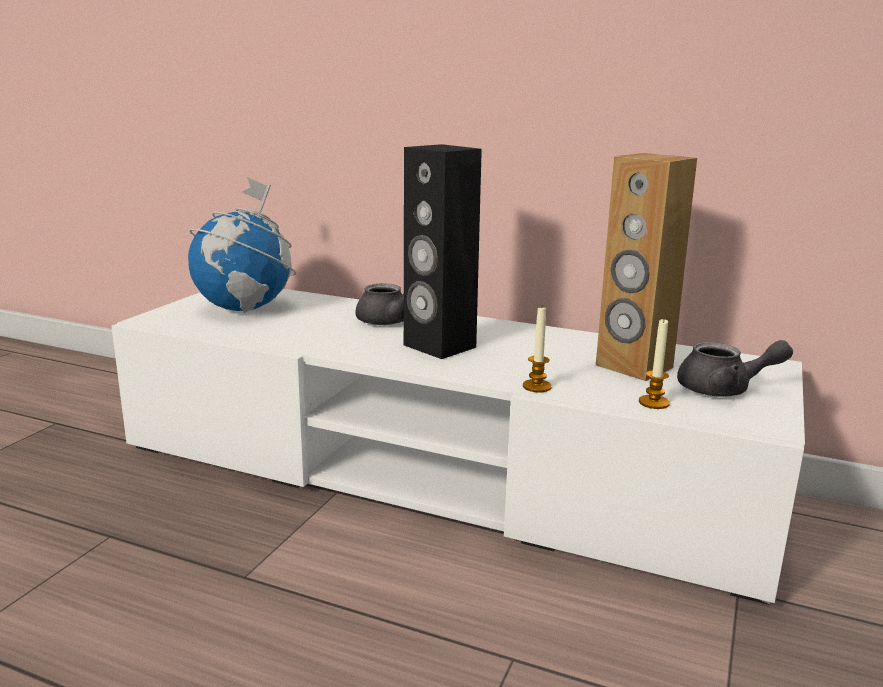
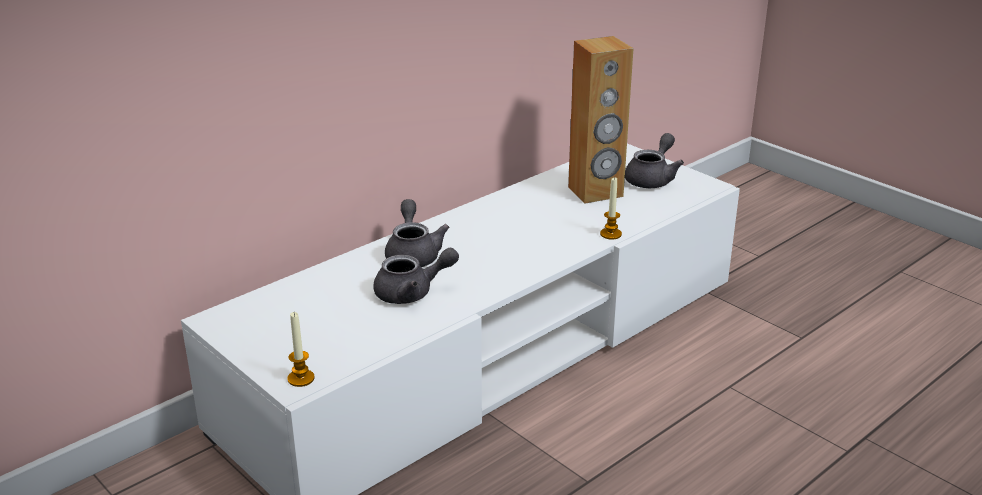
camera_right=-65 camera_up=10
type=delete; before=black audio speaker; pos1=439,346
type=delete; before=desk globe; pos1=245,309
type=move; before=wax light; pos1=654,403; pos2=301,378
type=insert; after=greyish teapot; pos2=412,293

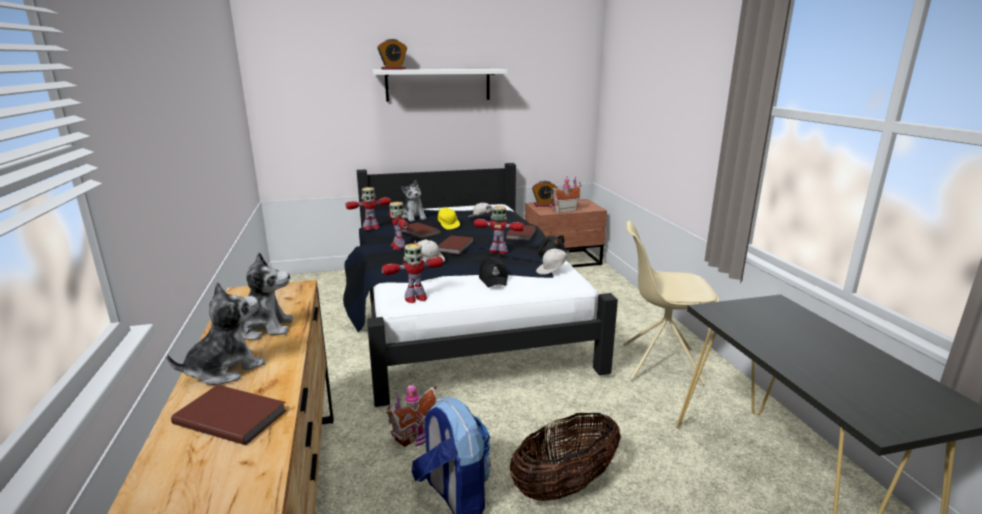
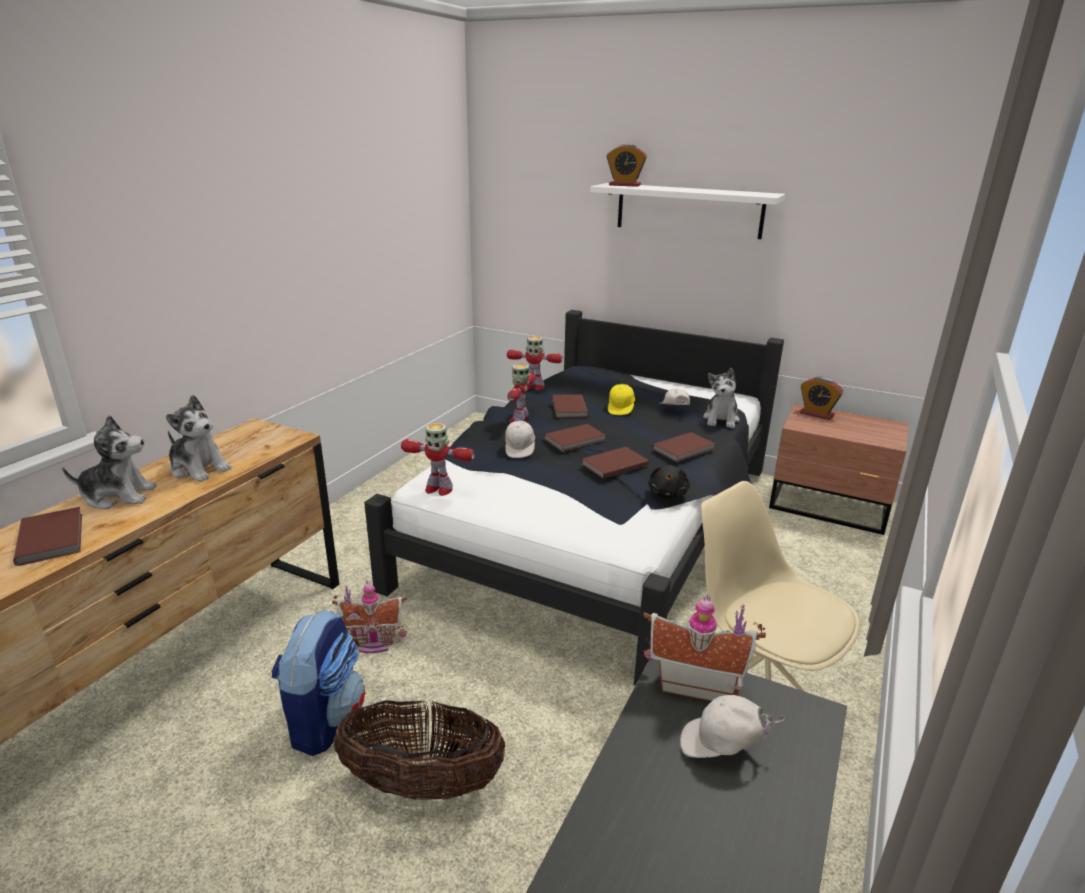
camera_right=40 camera_up=5
type=move; before=model house; pos1=564,210; pos2=694,682
type=move; before=plush toy; pos1=414,217; pos2=721,419
type=replace; before=robot figure; after=brownish volume; pos1=499,251; pos2=613,464
type=move; before=white-coloured cap; pos1=552,271; pos2=722,747
type=delete; before=black cap; pos1=493,279

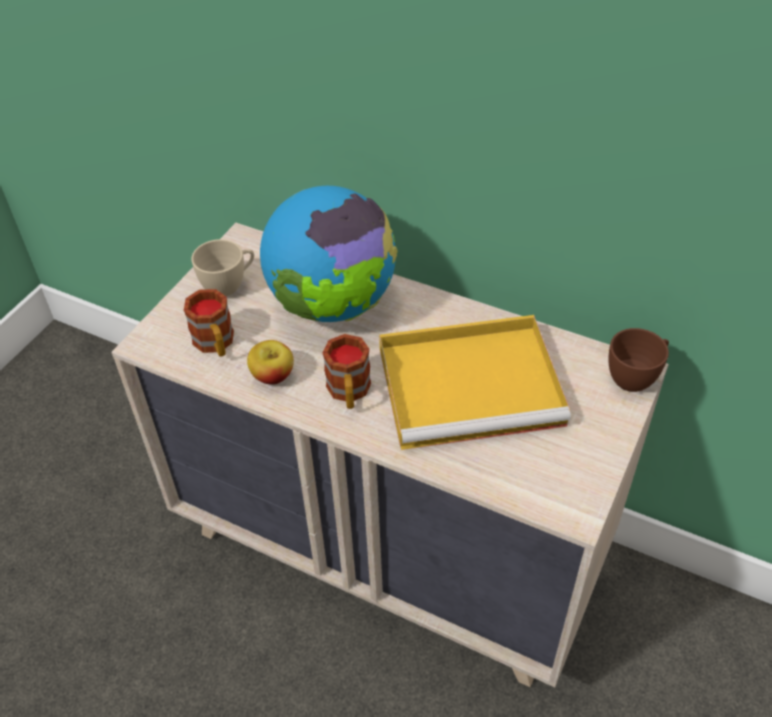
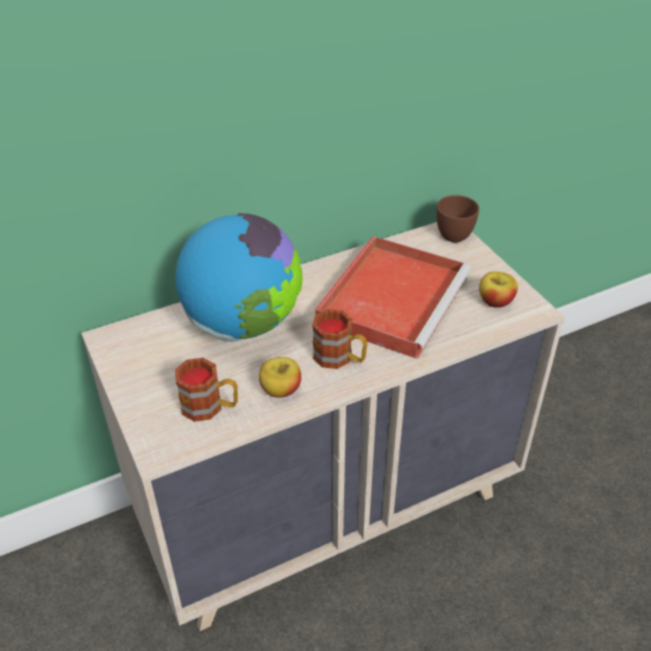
camera_right=-55 camera_up=-5
type=delete; before=sand-coloured cup; pos1=229,285
type=recolor; before=yellowish carrying tray; after=red-coloured carrying tray; pos1=473,385; pos2=393,298
type=insert; after=whole apple; pos2=495,301

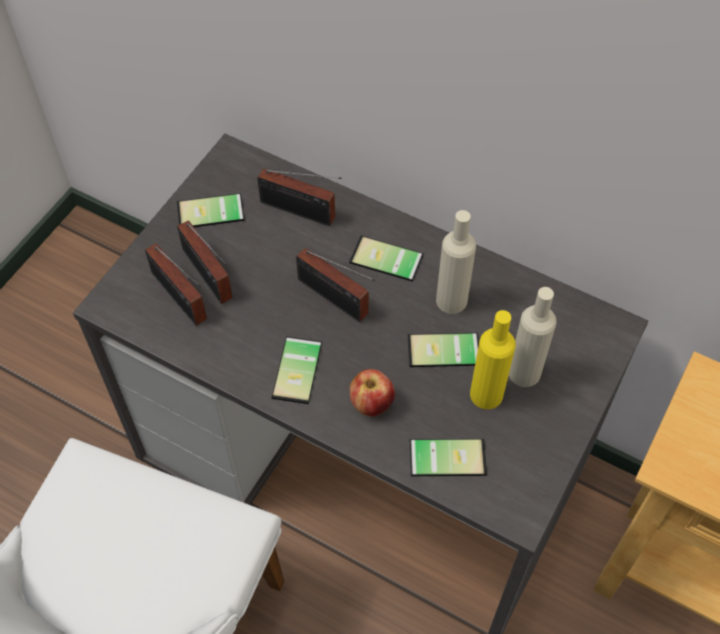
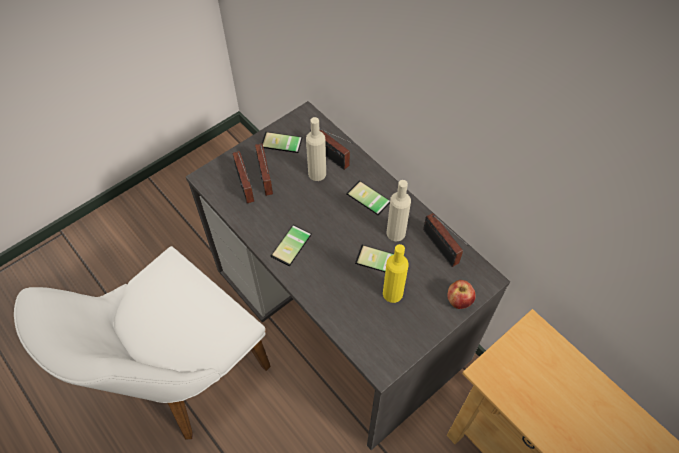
camera_right=20 camera_up=0
type=move; before=radio; pos1=336,300; pos2=442,249
type=move; before=sand-coloured beverage bottle; pos1=524,372; pos2=317,173
type=move; before=whole apple; pos1=371,404; pos2=459,301
type=delete; before=phone; pos1=447,454

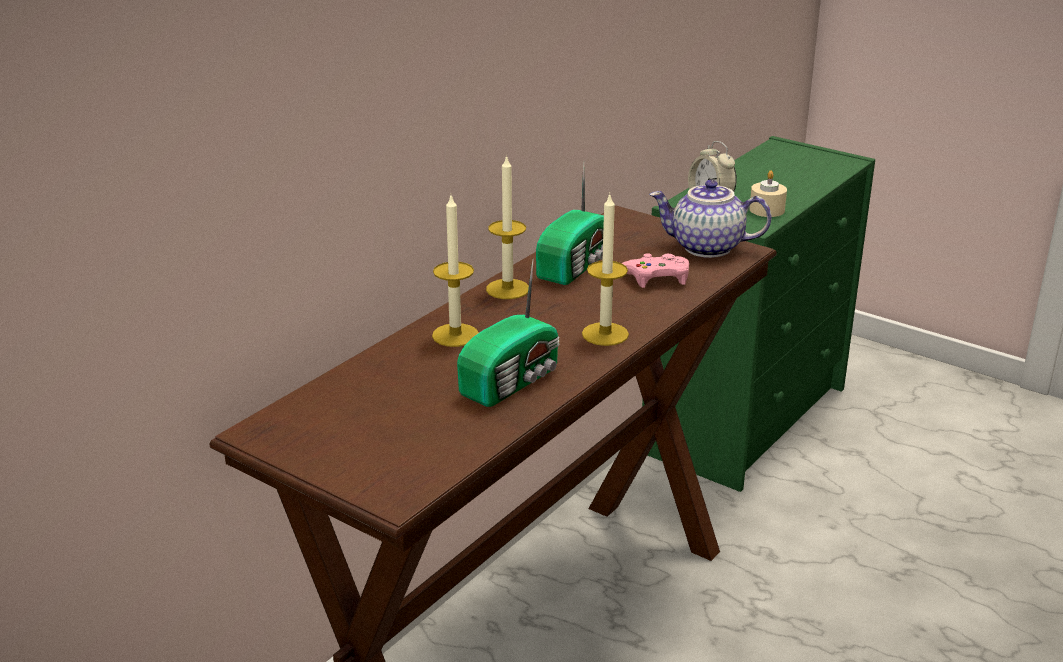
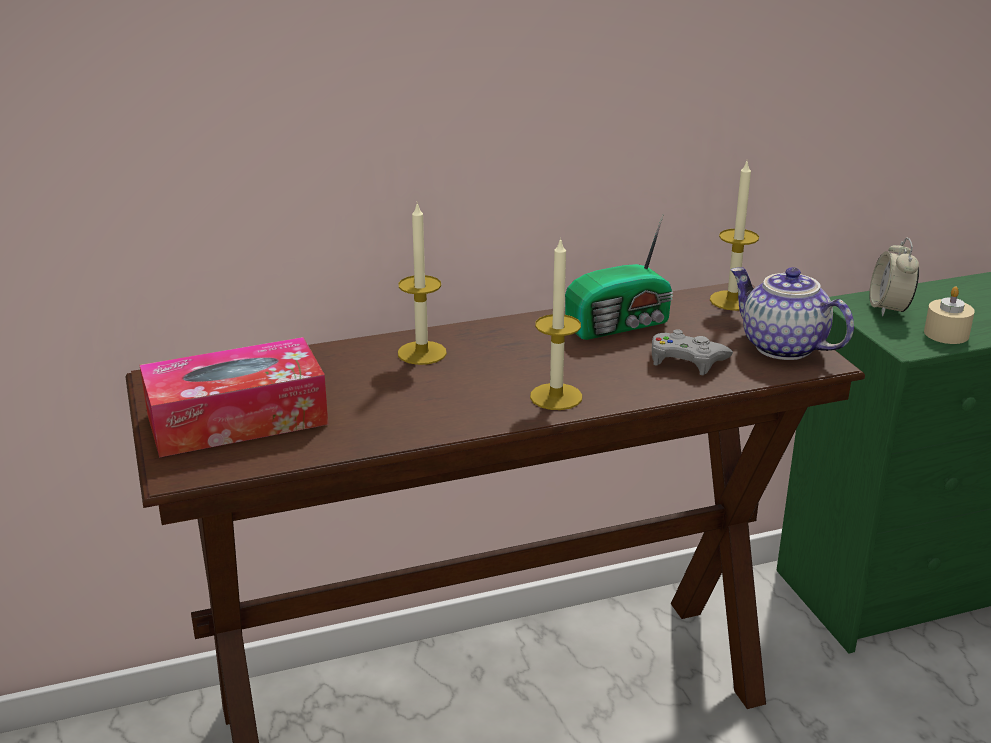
camera_right=35 camera_up=0
type=move; before=wax light; pos1=507,289; pos2=732,300
type=recolor; before=pink-coloured joypad; after=greyish joypad; pos1=657,277; pos2=686,360
type=delete; before=radio; pos1=513,381
type=insert; after=tissue box; pos2=237,419

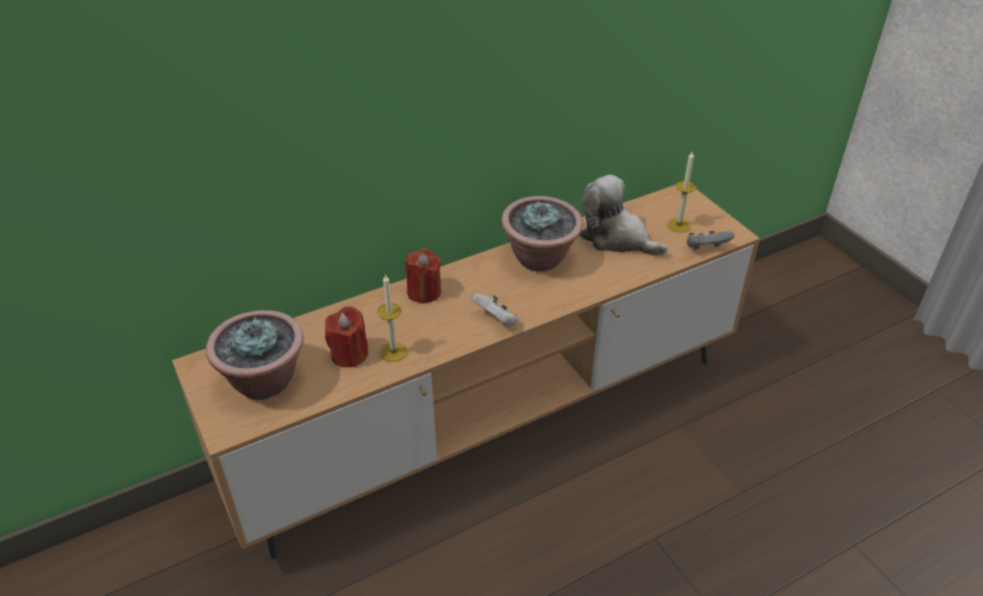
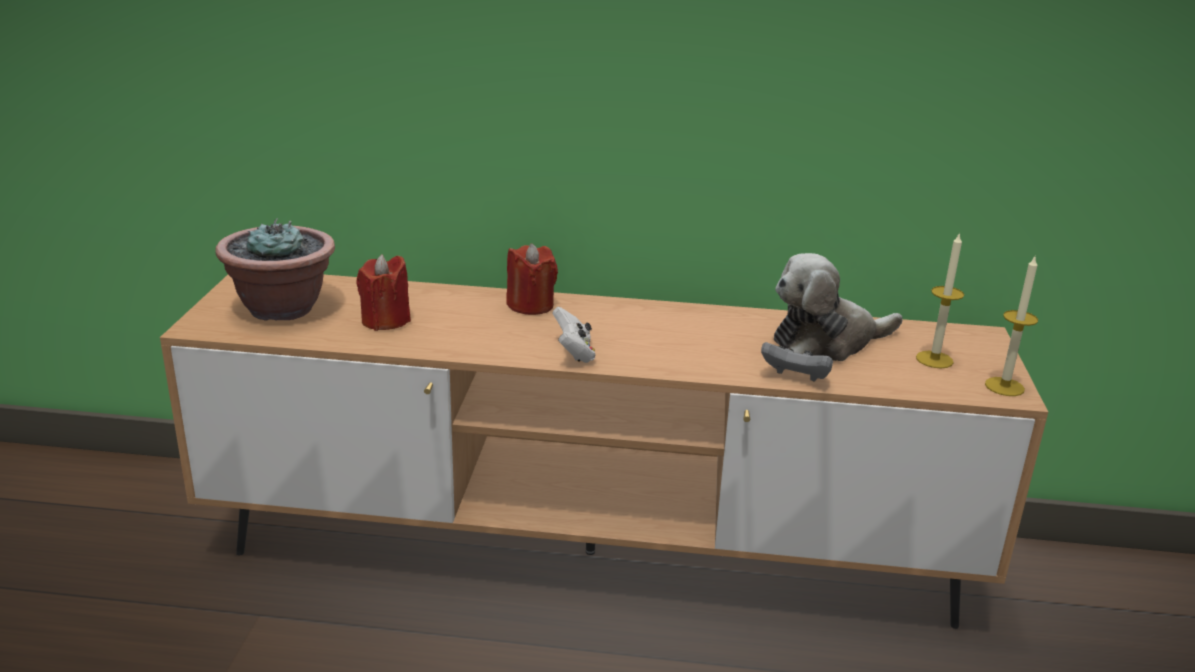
camera_right=35 camera_up=-15
type=rotate; before=plush toy; pos1=616,238; pos2=827,342; turn=-90
type=delete; before=potted plant; pos1=540,258
type=move; before=greyish joypad; pos1=706,249; pos2=795,378
type=move; before=wax light; pos1=393,352; pos2=1004,386

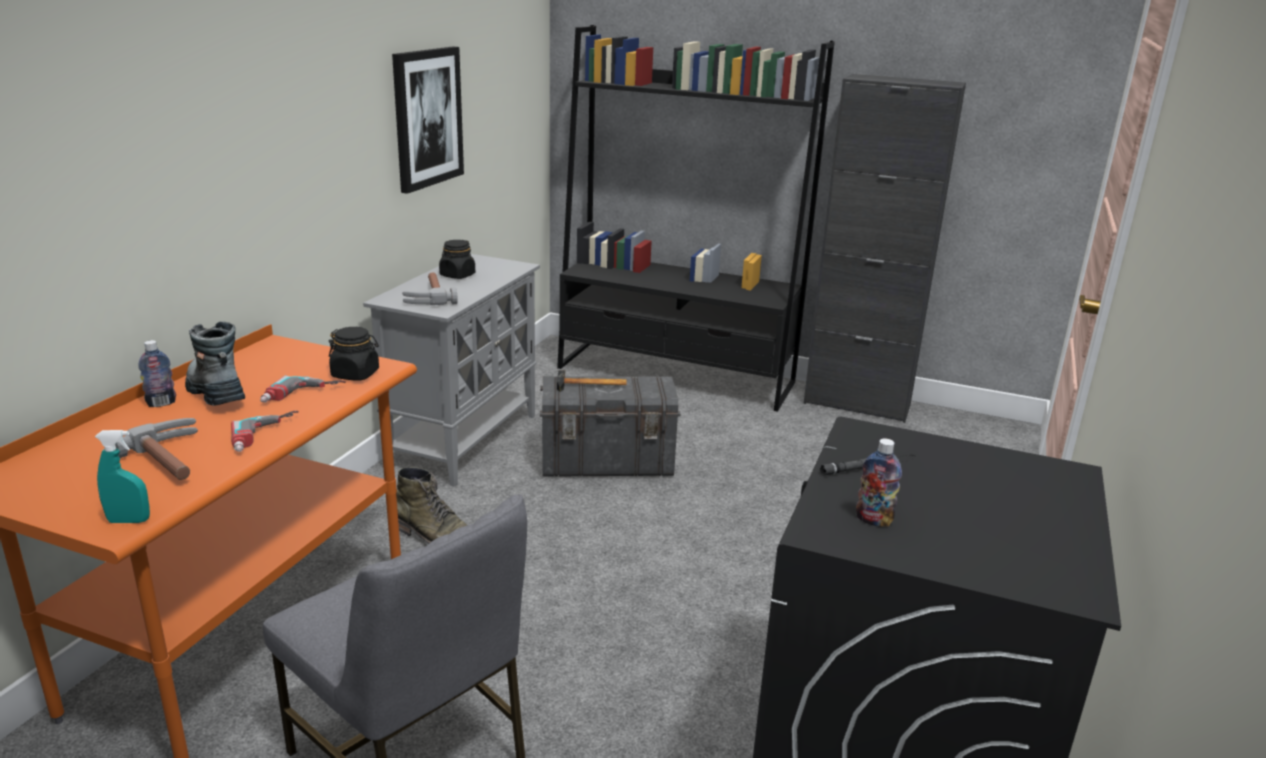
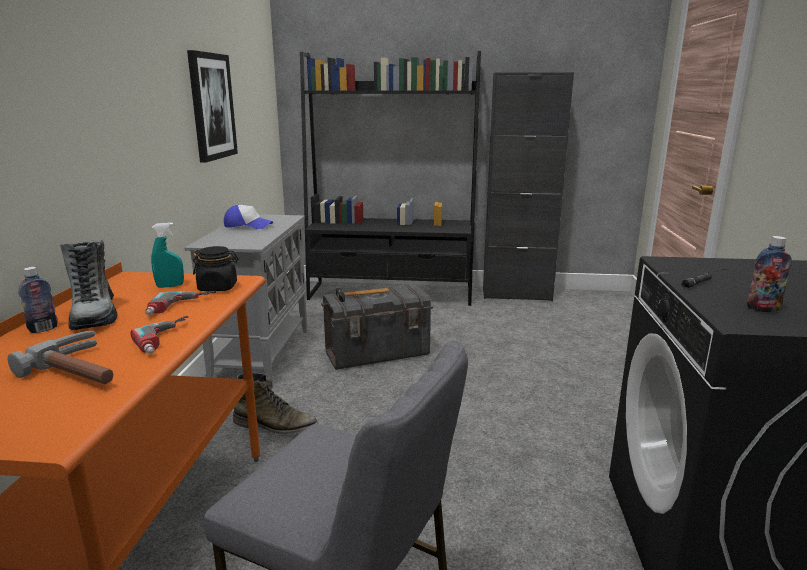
camera_right=-15 camera_up=-5
type=replace; before=black jar; after=cap; pos1=457,275; pos2=248,226
type=delete; before=hammer; pos1=427,296
type=rotate; before=tall boot; pos1=215,392; pos2=94,315; turn=-150
type=move; before=turquoise sprayer; pos1=129,521; pos2=170,286

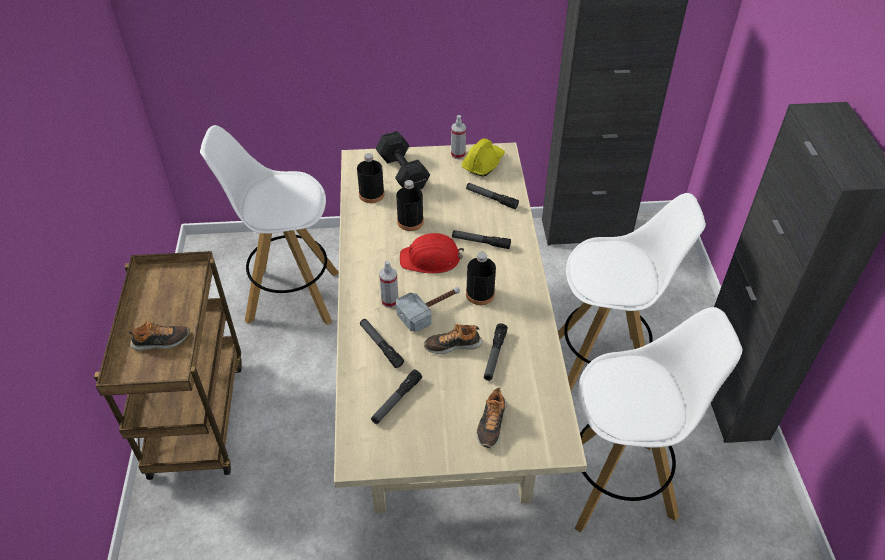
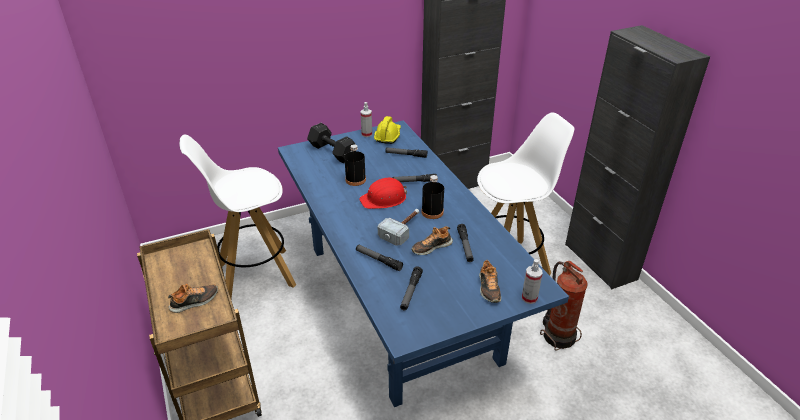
camera_right=-20 camera_up=-10
type=recolor; before=sand-coloured kitchen table; after=blue kitchen table; pos1=441,377; pos2=398,300
type=delete; before=black beverage bottle; pos1=371,194
type=move; before=sprayer; pos1=390,301; pos2=529,298
type=replace; before=white-coloured sitting stool; after=extinguisher; pos1=617,485; pos2=558,335

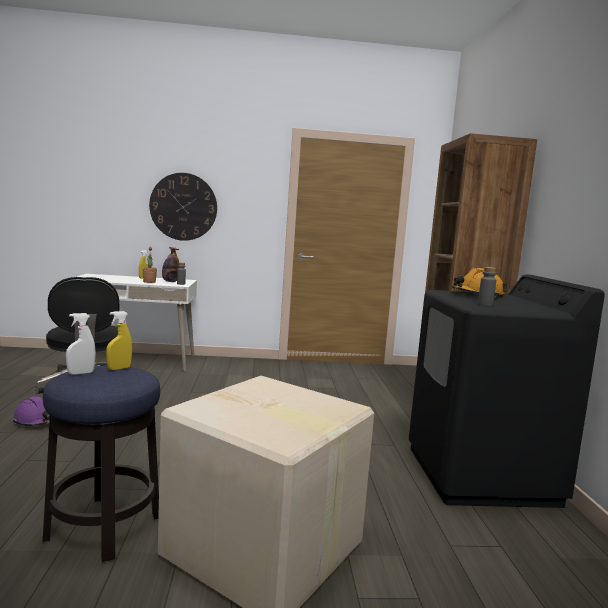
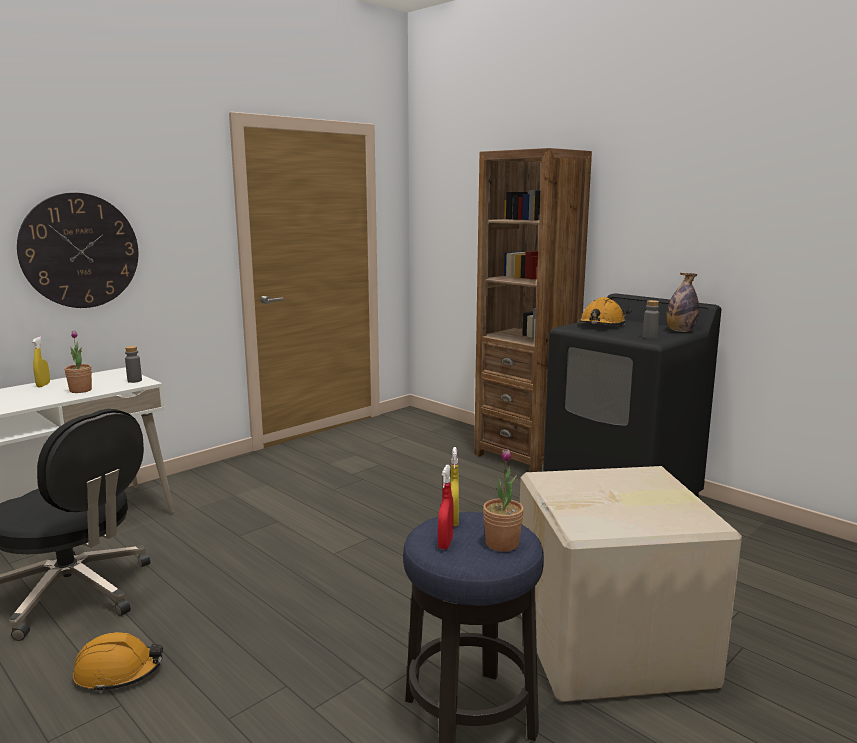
camera_right=-40 camera_up=5
type=move; before=beverage bottle; pos1=170,281; pos2=680,331
type=recolor; before=white-coloured sprayer; after=red-coloured sprayer; pos1=81,373; pos2=445,543
type=recolor; before=purple work helmet; after=orangey work helmet; pos1=36,421; pos2=118,672
type=insert; after=potted plant; pos2=502,543

